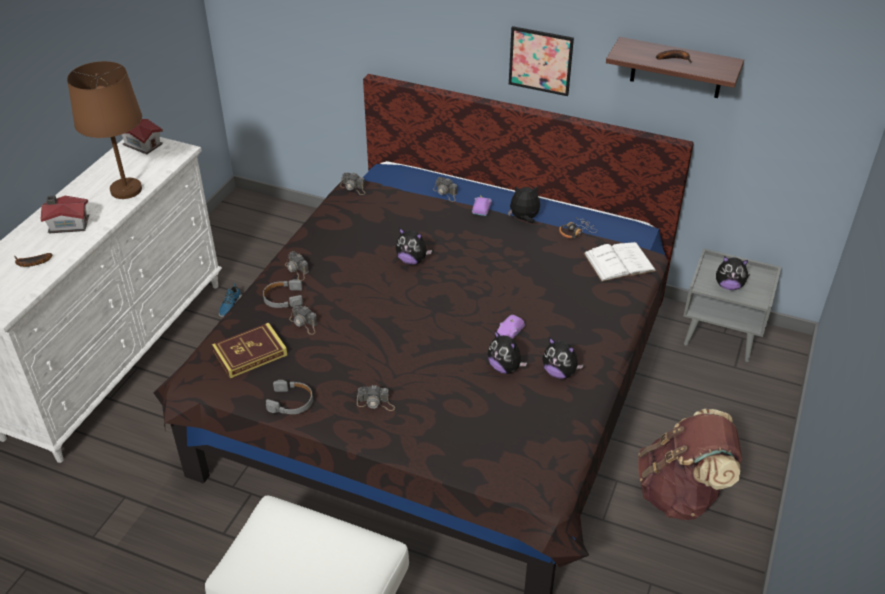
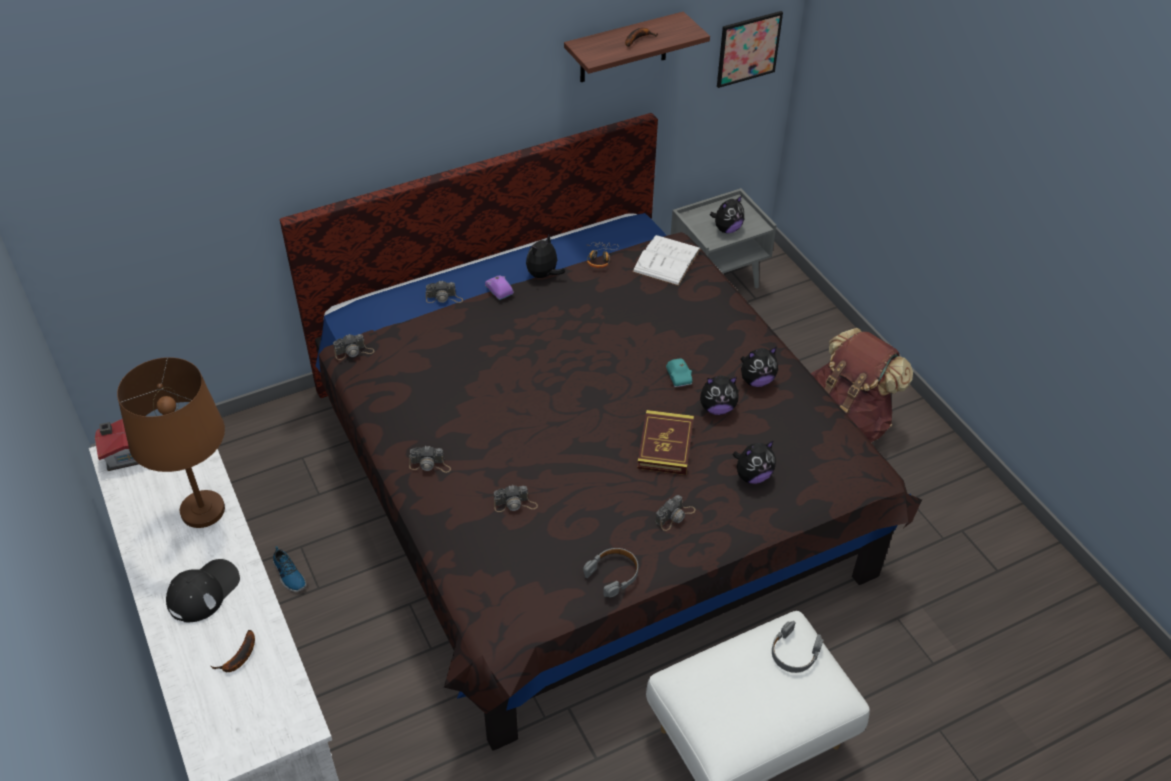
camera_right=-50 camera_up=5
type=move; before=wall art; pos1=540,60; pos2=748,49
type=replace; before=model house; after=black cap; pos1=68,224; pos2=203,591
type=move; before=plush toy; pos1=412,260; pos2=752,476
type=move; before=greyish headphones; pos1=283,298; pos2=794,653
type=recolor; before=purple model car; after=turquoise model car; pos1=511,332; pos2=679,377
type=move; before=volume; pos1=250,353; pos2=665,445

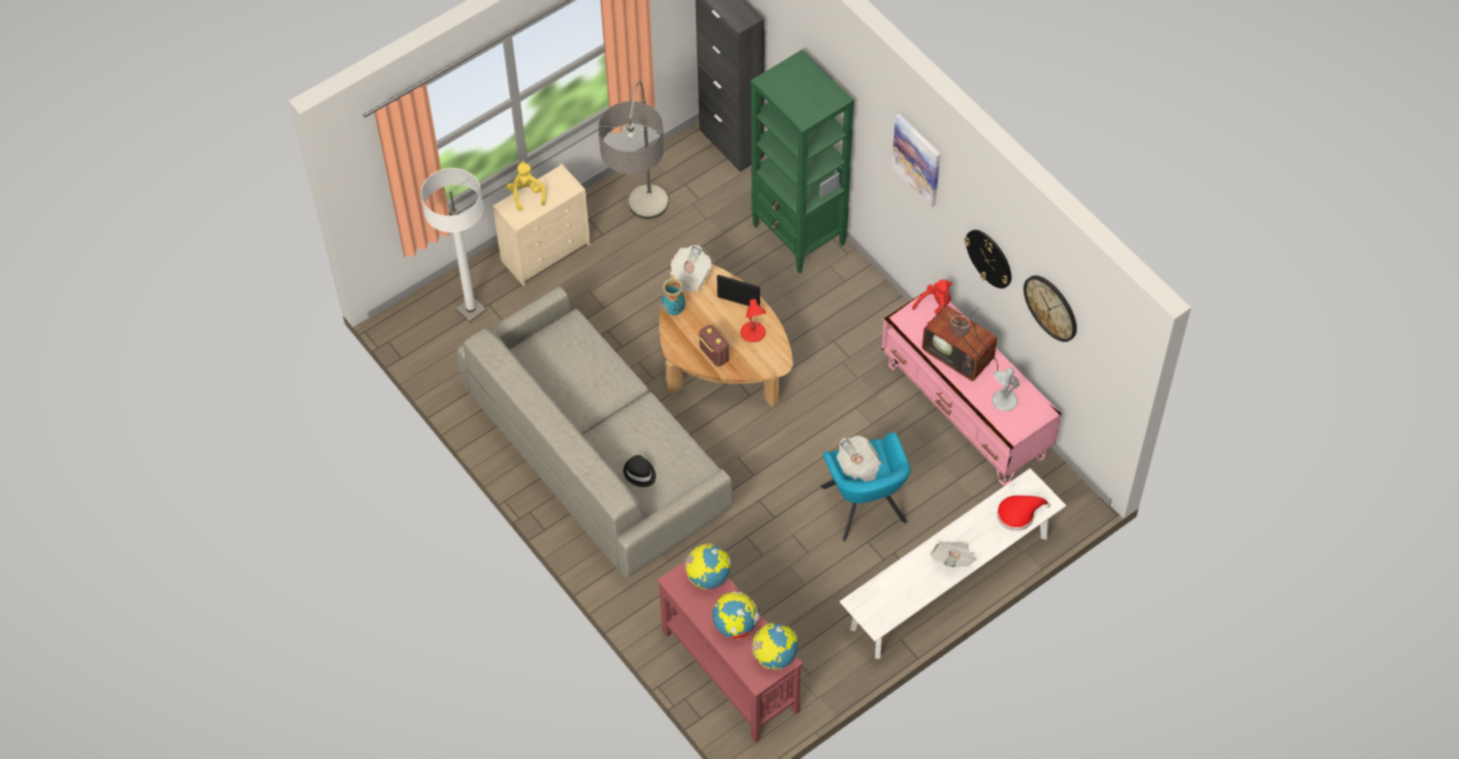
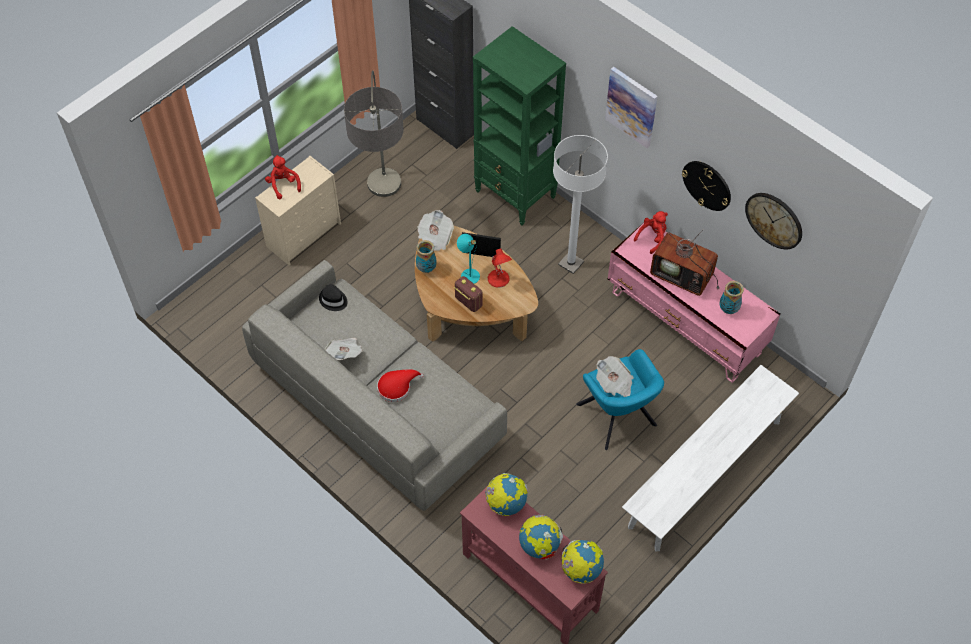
camera_right=-10 camera_up=0
type=recolor; before=yellowish plush toy; after=red-coloured plush toy; pos1=526,194; pos2=283,185
type=move; before=white-coloured standing lamp; pos1=471,310; pos2=571,263
type=replace; before=white-coloured table lamp; after=vase; pos1=1003,401; pos2=729,309
type=move; before=black wearable hat; pos1=639,473; pos2=333,300
type=move; before=red-coloured wearable hat; pos1=1018,514; pos2=396,386
type=move; before=printed paper; pos1=953,559; pos2=344,354
type=insert; after=turquoise table lamp; pos2=468,273

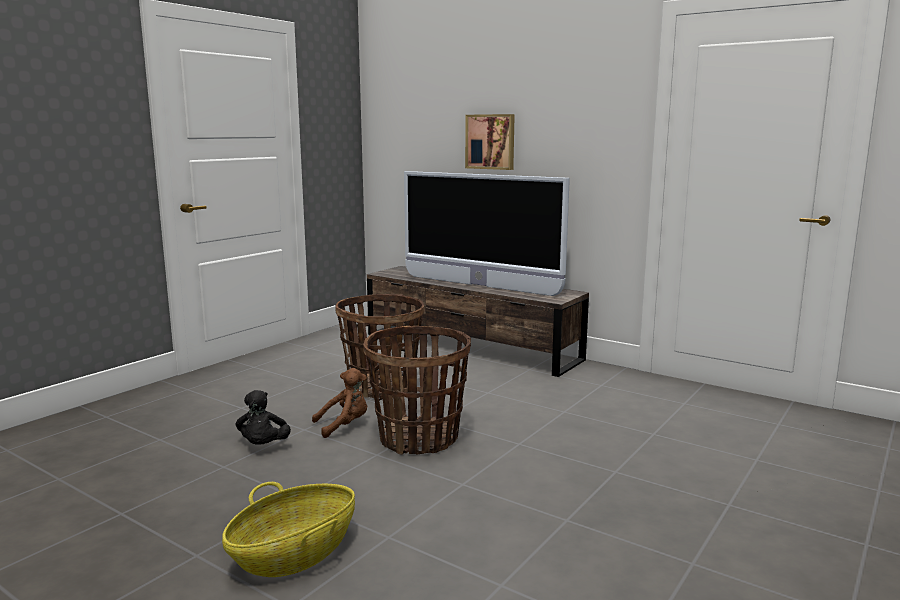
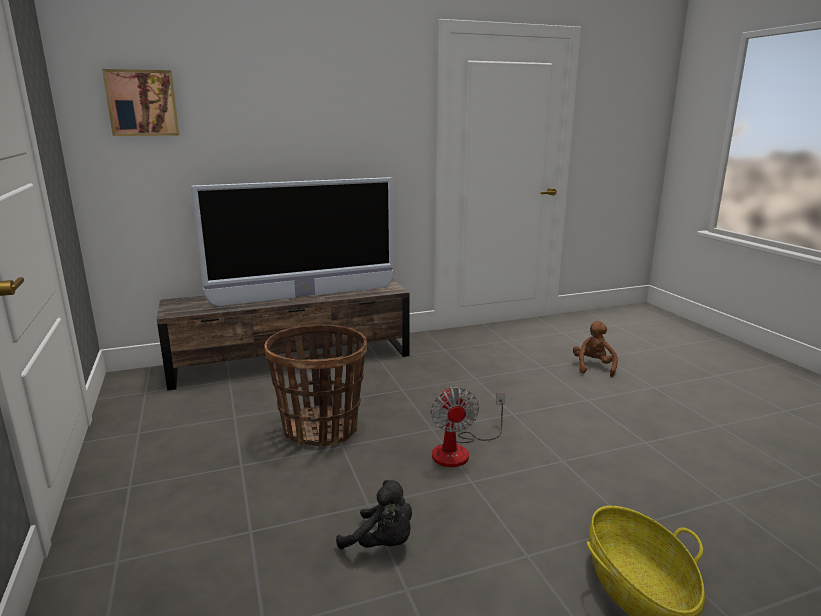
camera_right=-55 camera_up=5
type=move; before=wall art; pos1=491,141; pos2=142,103
type=replace; before=household basket; after=cooling fan; pos1=419,438; pos2=460,450
type=move; before=brownish plush toy; pos1=344,426; pos2=593,367

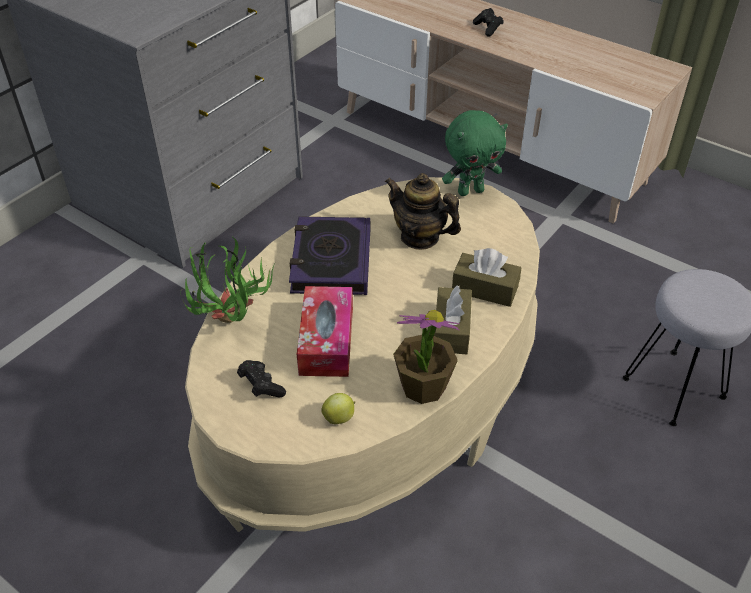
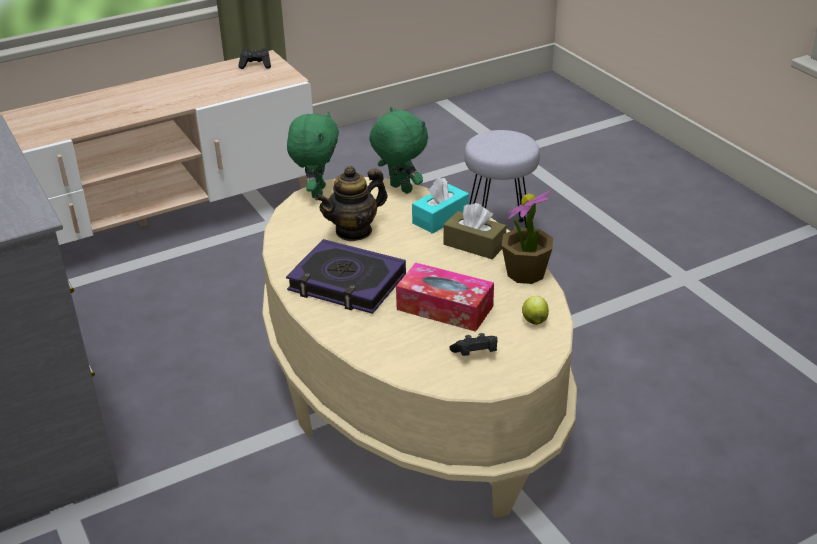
camera_right=-65 camera_up=-10
type=move; before=black joypad; pos1=488,28; pos2=256,65
type=delete; before=potted plant; pos1=233,327
type=recolor; before=brownish tissue box; after=turquoise tissue box; pos1=485,289; pos2=440,218
type=insert; after=greenish plush toy; pos2=399,189

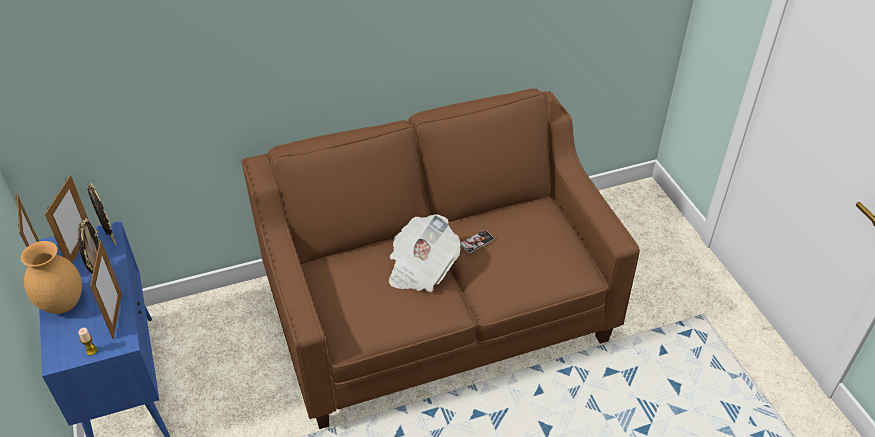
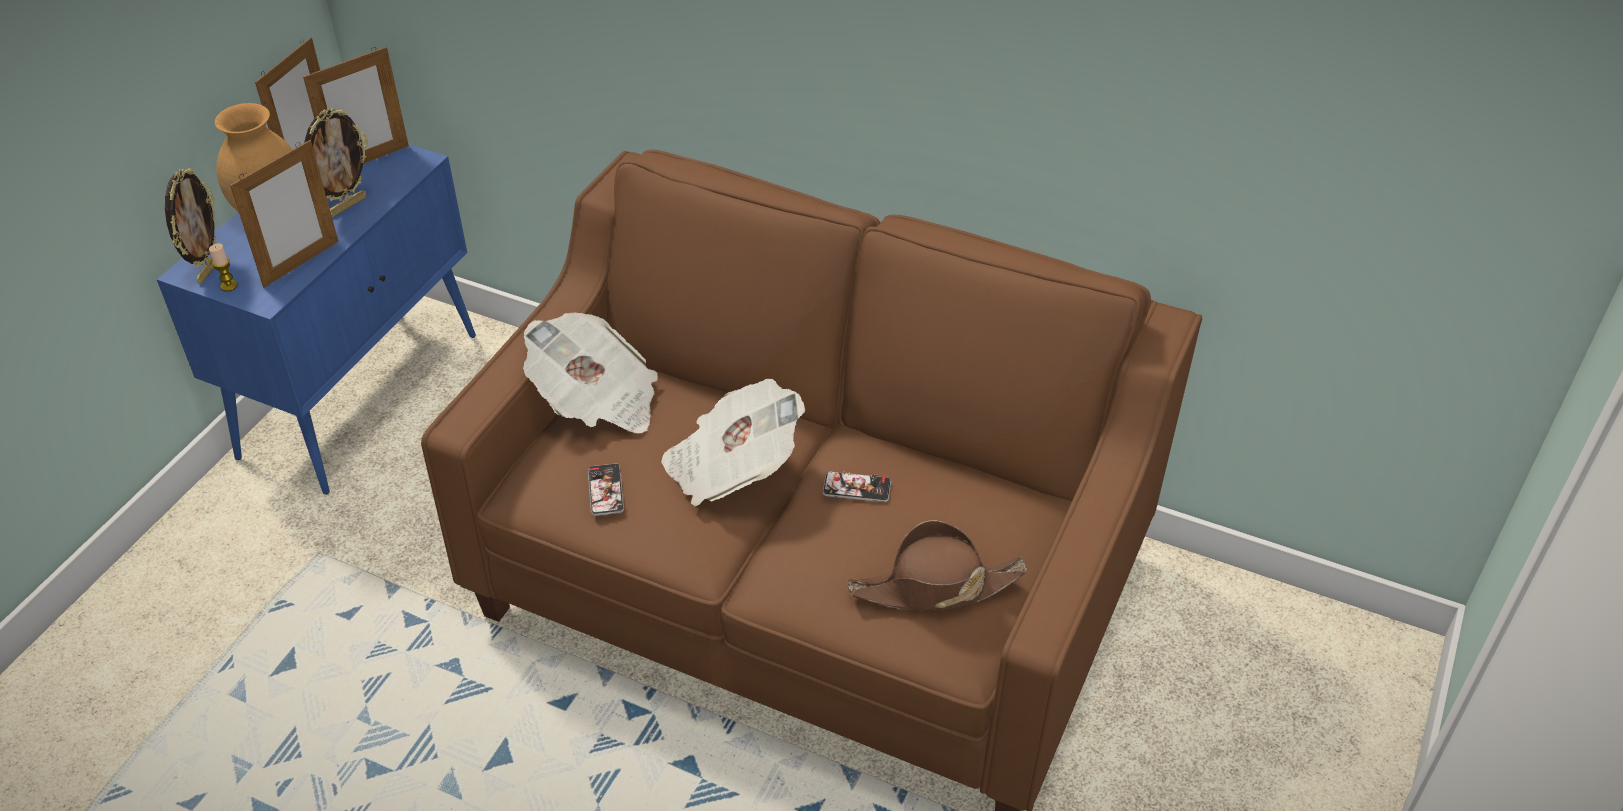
camera_right=45 camera_up=0
type=move; before=picture frame; pos1=110,238; pos2=208,269
type=insert; after=printed paper; pos2=597,400
type=insert; after=phone; pos2=605,490
type=insert; after=brownish wearable hat; pos2=935,586

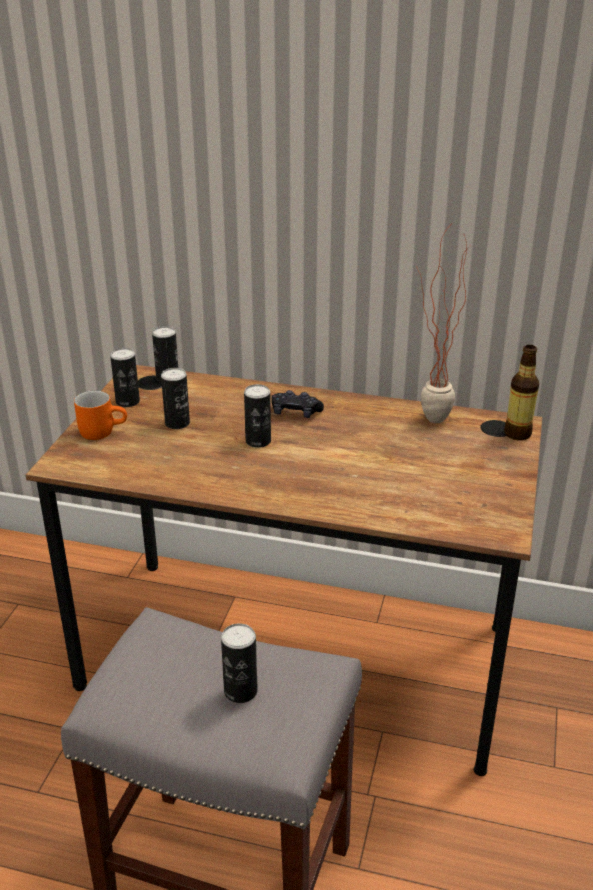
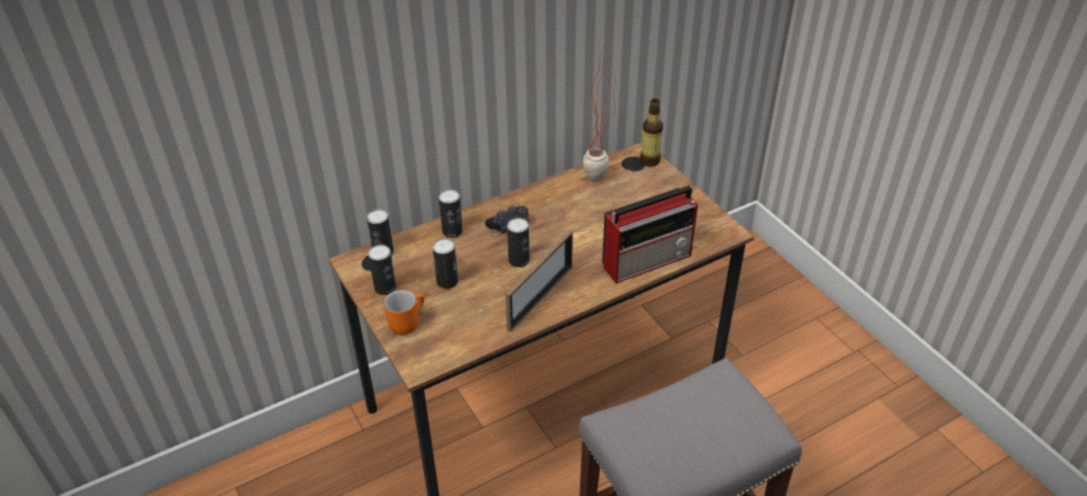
camera_right=-45 camera_up=10
type=move; before=metal can; pos1=240,691; pos2=452,231
type=insert; after=radio; pos2=648,260
type=insert; after=picture frame; pos2=540,298

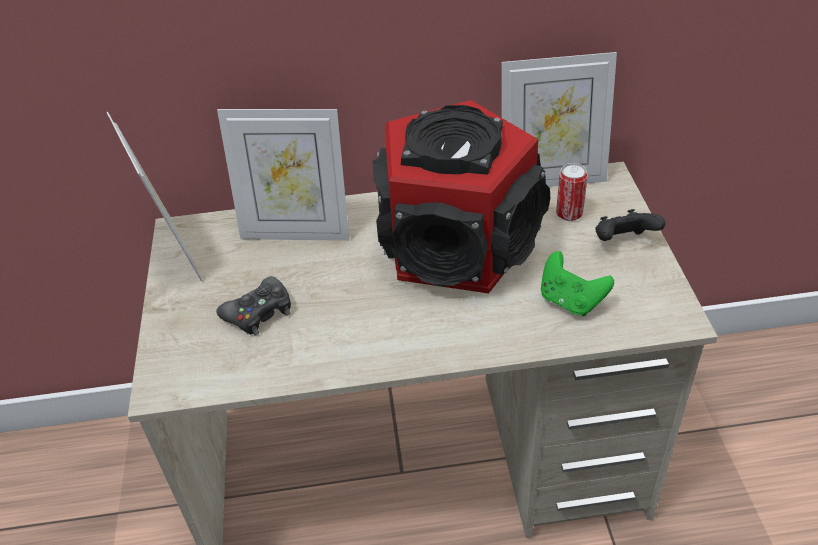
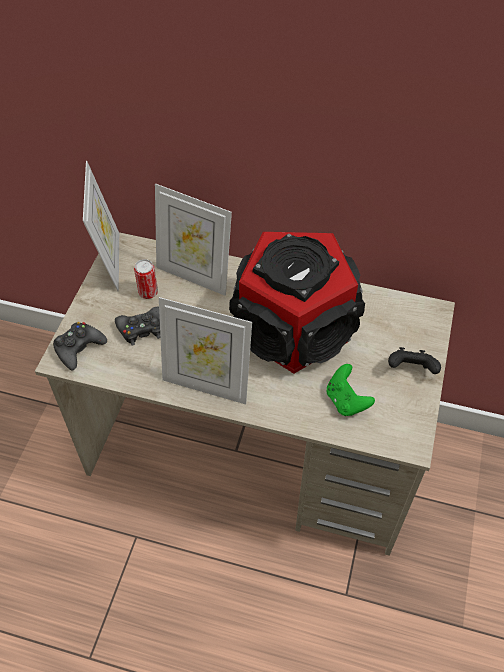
camera_right=20 camera_up=10
type=move; before=picture frame; pos1=552,179; pos2=207,384
type=move; before=metal can; pos1=569,214; pos2=148,292
type=insert; after=black joypad; pos2=79,348

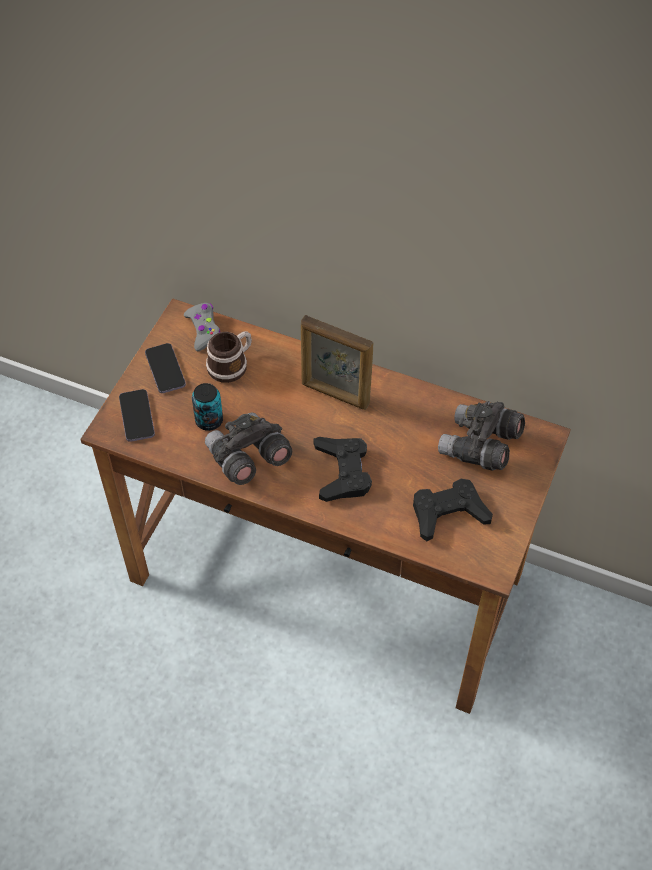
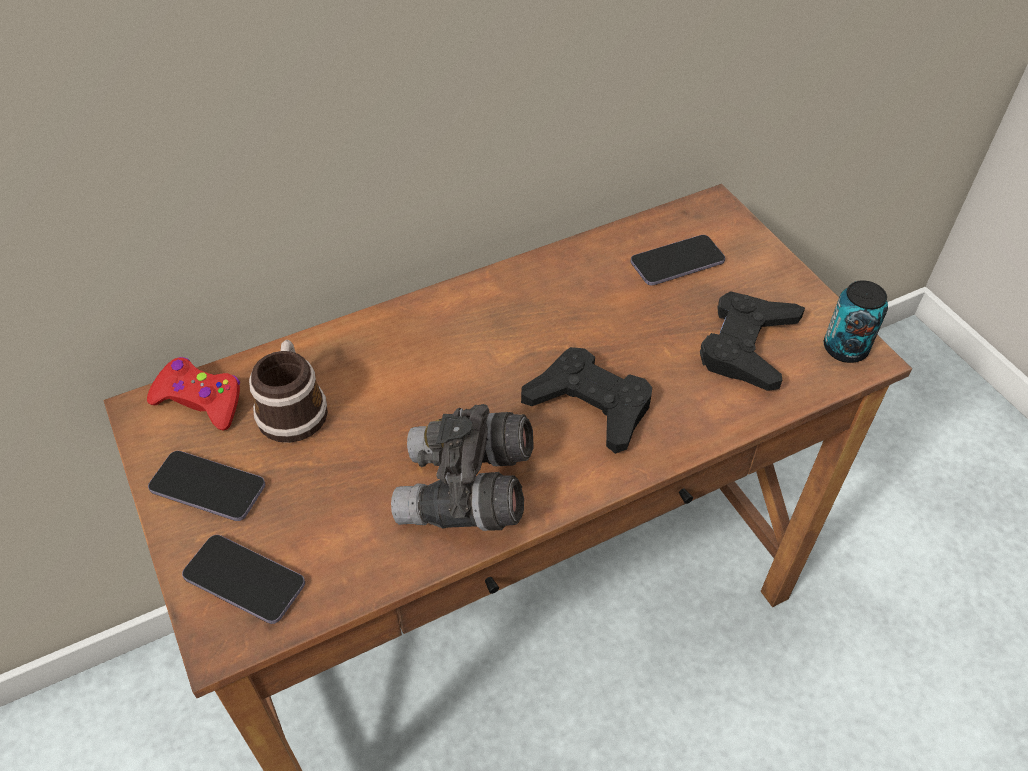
camera_right=-50 camera_up=-5
type=recolor; before=greyish joypad; after=red-coloured joypad; pos1=203,330; pos2=200,400
type=delete; before=picture frame; pos1=335,394
type=move; before=metal can; pos1=209,420; pos2=845,348
type=replace; before=greyish binoculars; after=phone; pos1=479,447; pos2=677,262

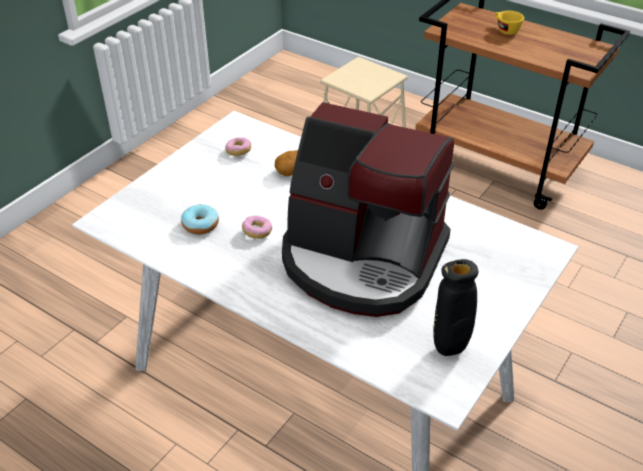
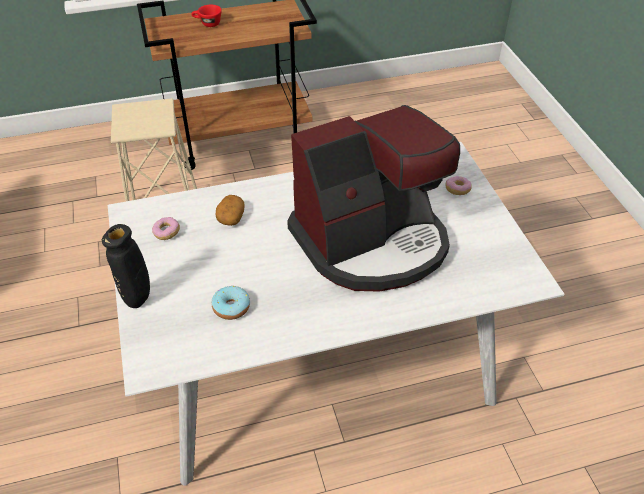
camera_right=-50 camera_up=5
type=recolor; before=yellowish cup; after=red-coloured cup; pos1=505,30; pos2=207,24
type=move; before=doughnut; pos1=257,232; pos2=457,190
type=move; before=black vase; pos1=449,350; pos2=139,301

